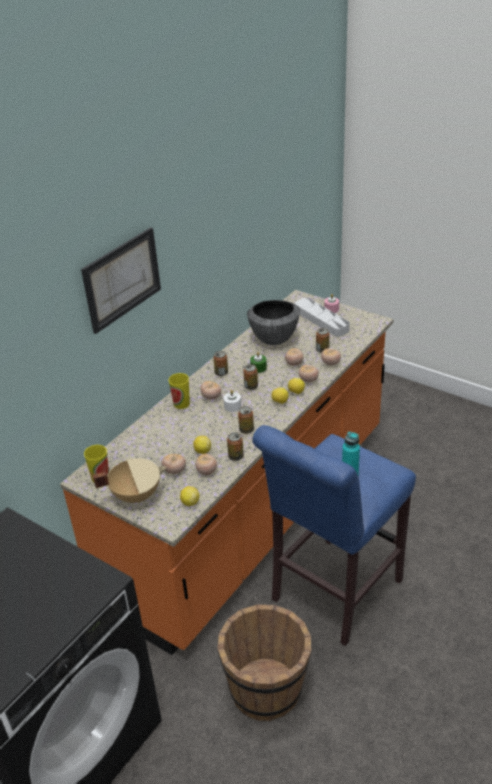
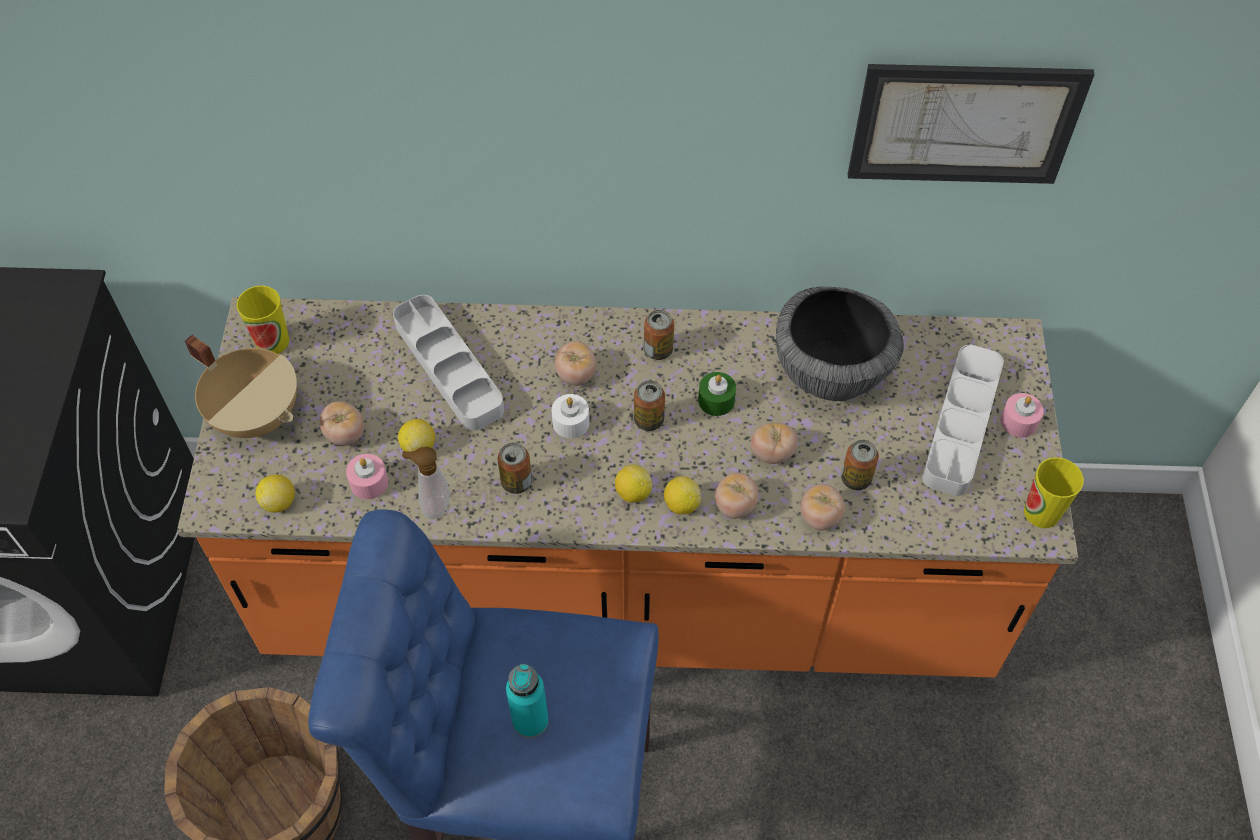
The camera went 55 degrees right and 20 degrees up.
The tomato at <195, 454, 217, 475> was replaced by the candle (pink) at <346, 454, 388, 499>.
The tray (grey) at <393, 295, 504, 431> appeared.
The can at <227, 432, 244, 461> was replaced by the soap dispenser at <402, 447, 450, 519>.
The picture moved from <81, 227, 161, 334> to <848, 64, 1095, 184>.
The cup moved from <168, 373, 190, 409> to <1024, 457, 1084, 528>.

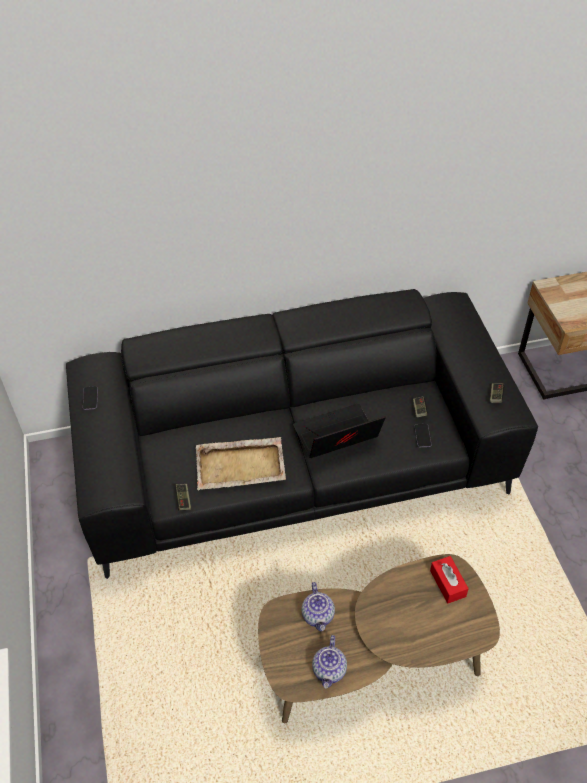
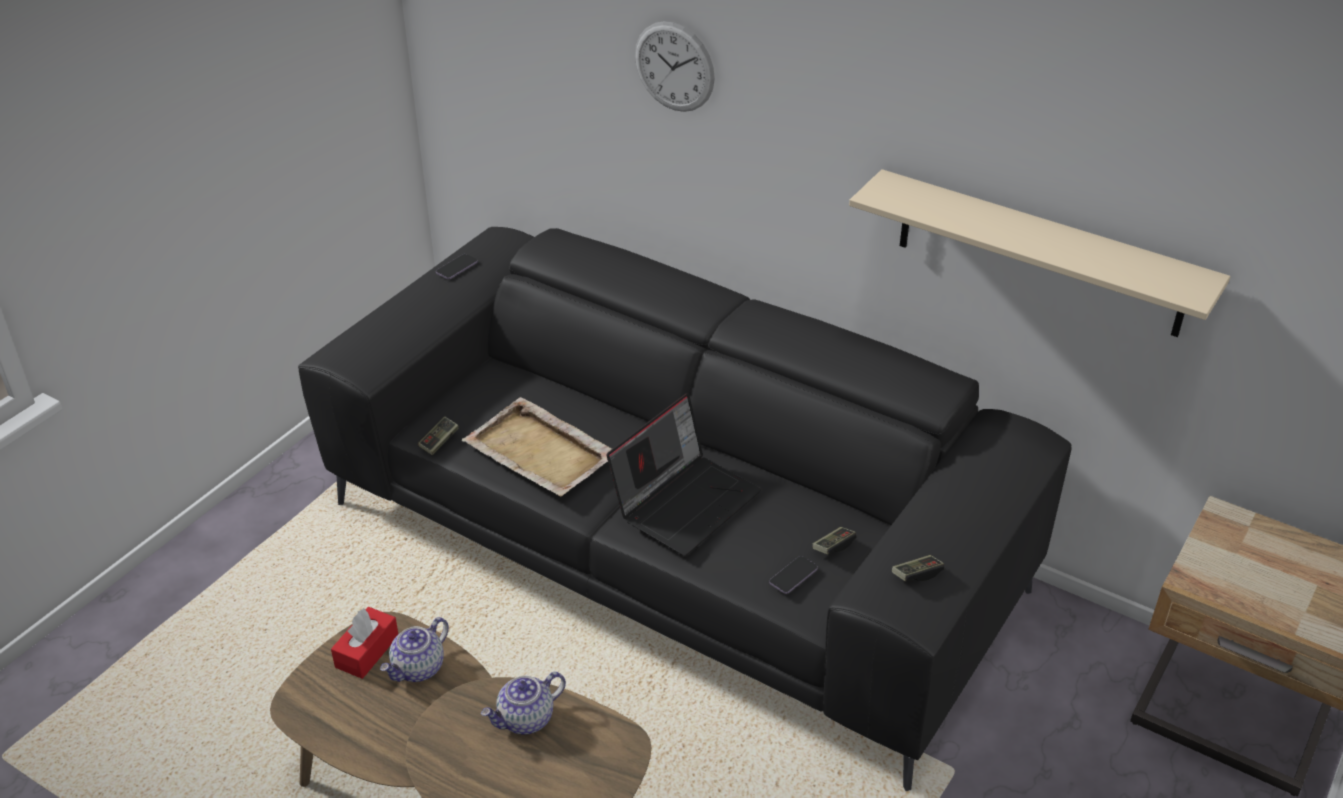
The camera went 45 degrees right and 10 degrees down.
The tissue box (red) moved from <430, 556, 469, 603> to <331, 607, 398, 679>.
The teapot moved from <312, 635, 347, 689> to <481, 672, 566, 734>.
The laptop at <293, 404, 385, 458> turned 105 degrees clockwise.
The wall clock at <635, 21, 715, 112> appeared.
The shelf (beige) at <849, 169, 1230, 337> appeared.

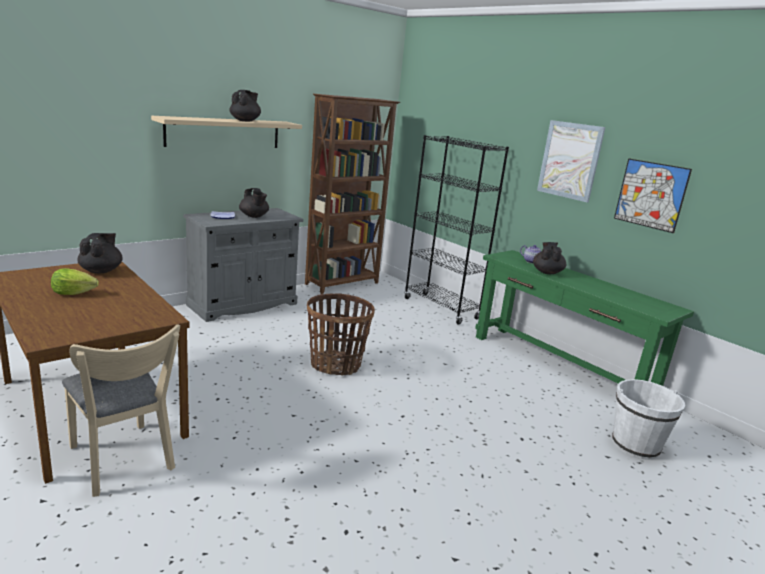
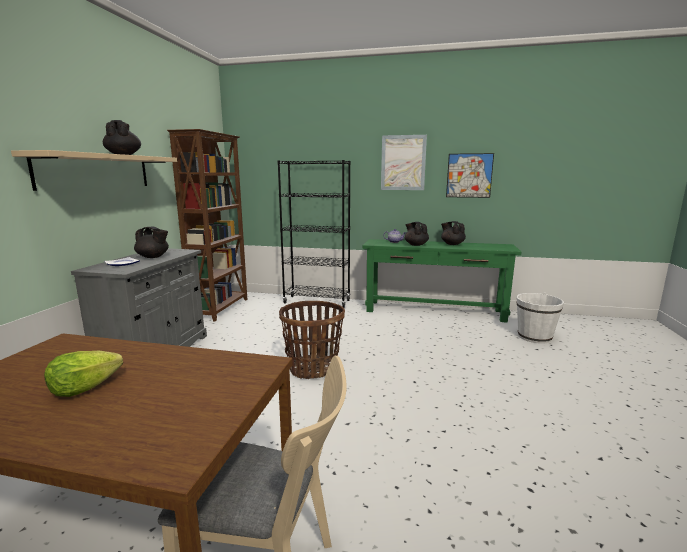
The camera went 35 degrees left and 5 degrees down.
The teapot (black) moved from <78, 233, 123, 273> to <441, 221, 466, 245>.

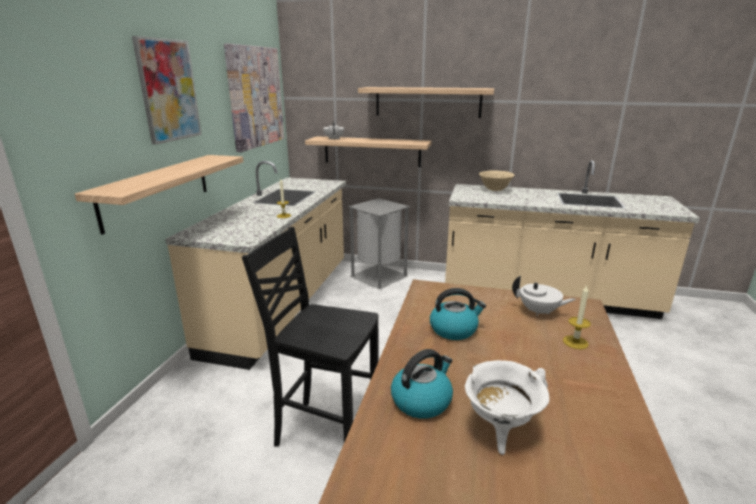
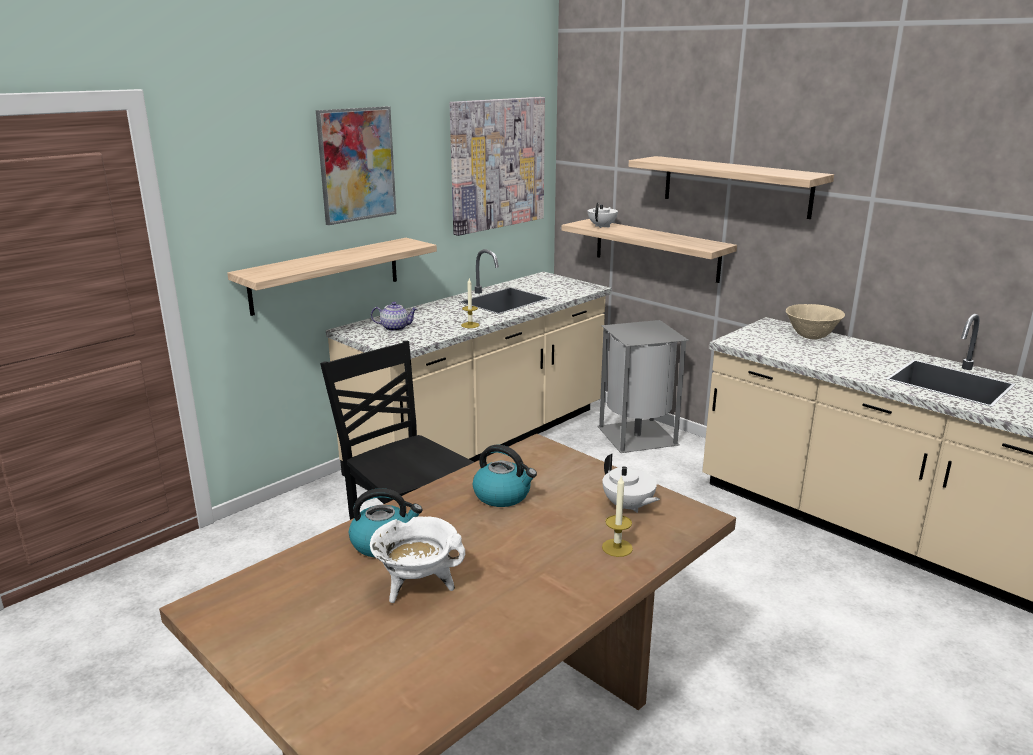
The camera went 30 degrees right and 0 degrees up.
The teapot at <371, 302, 418, 331> appeared.

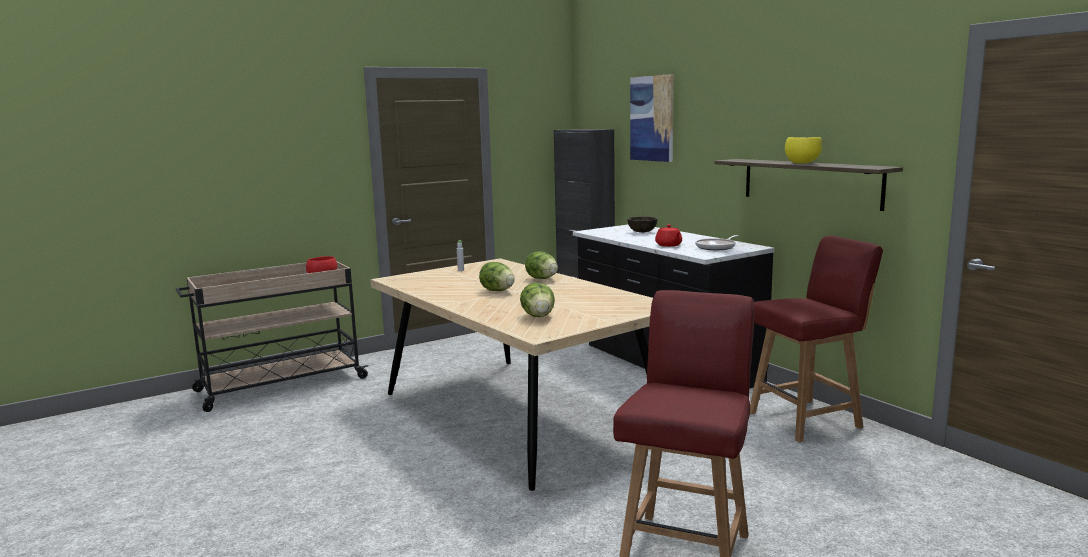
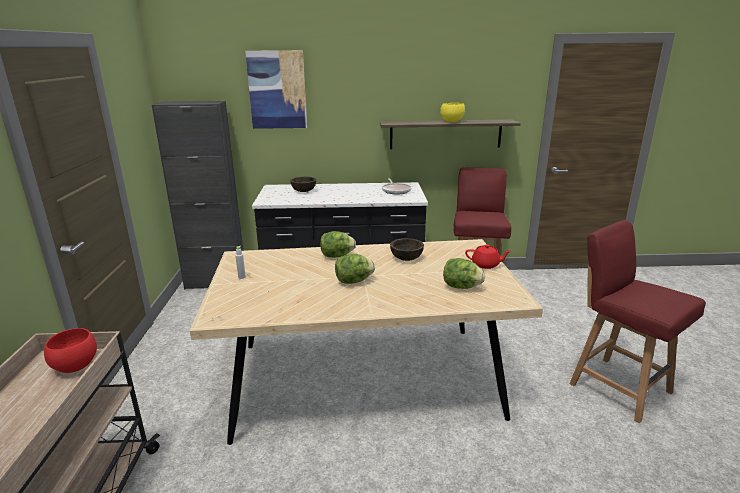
The camera went 60 degrees left and 10 degrees up.
The bowl (brown) at <390, 238, 424, 261> appeared.
The teapot (red) moved from <655, 224, 682, 247> to <465, 244, 511, 269>.

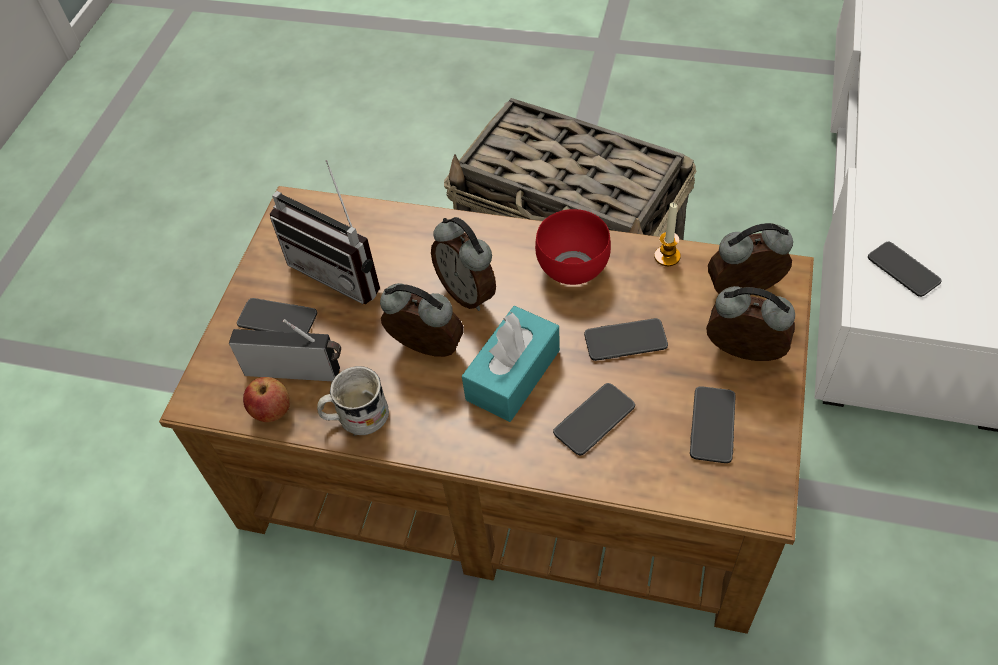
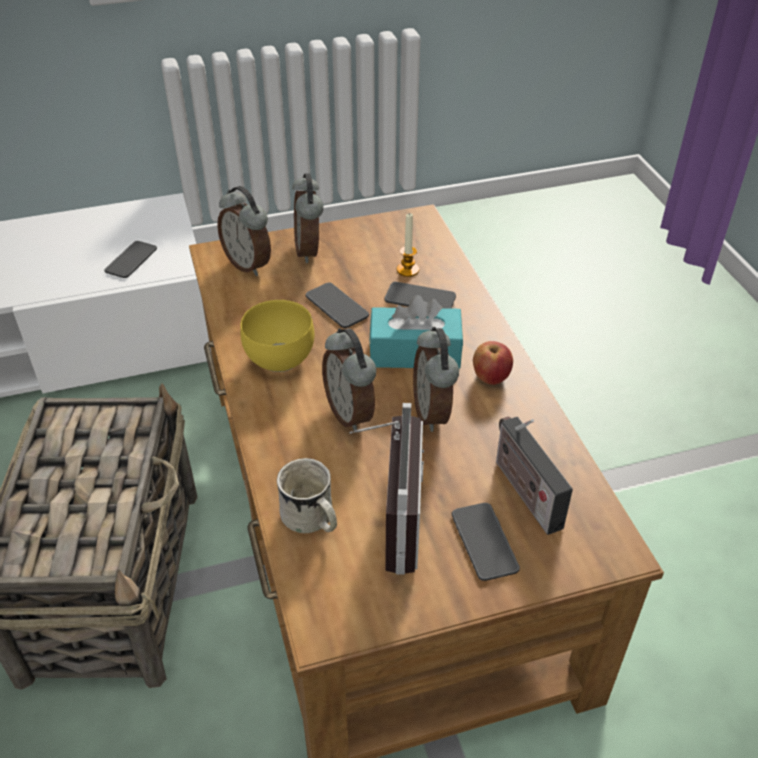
The camera went 125 degrees left and 10 degrees down.
The bowl (red) at <535, 209, 611, 285> became the bowl (yellow) at <240, 300, 314, 372>.
The mug (white) moved from <317, 366, 389, 436> to <277, 458, 337, 533>.
The alarm clock at <431, 217, 496, 311> turned 135 degrees clockwise.
The candle moved from <654, 202, 681, 266> to <397, 213, 419, 277>.
The apple moved from <243, 377, 290, 422> to <473, 341, 513, 385>.
The phone at <690, 386, 736, 463> disappeared.

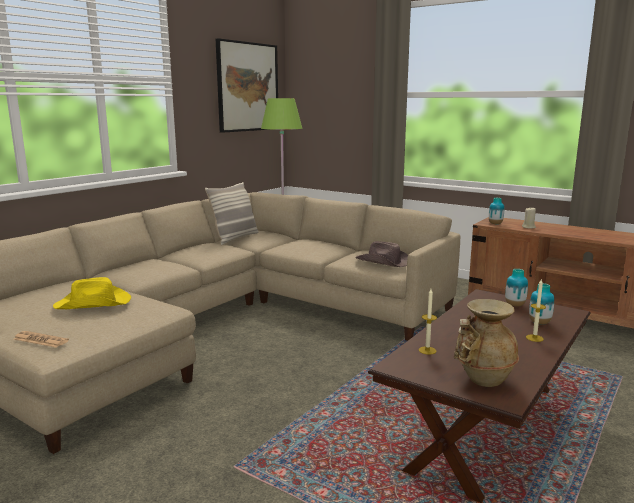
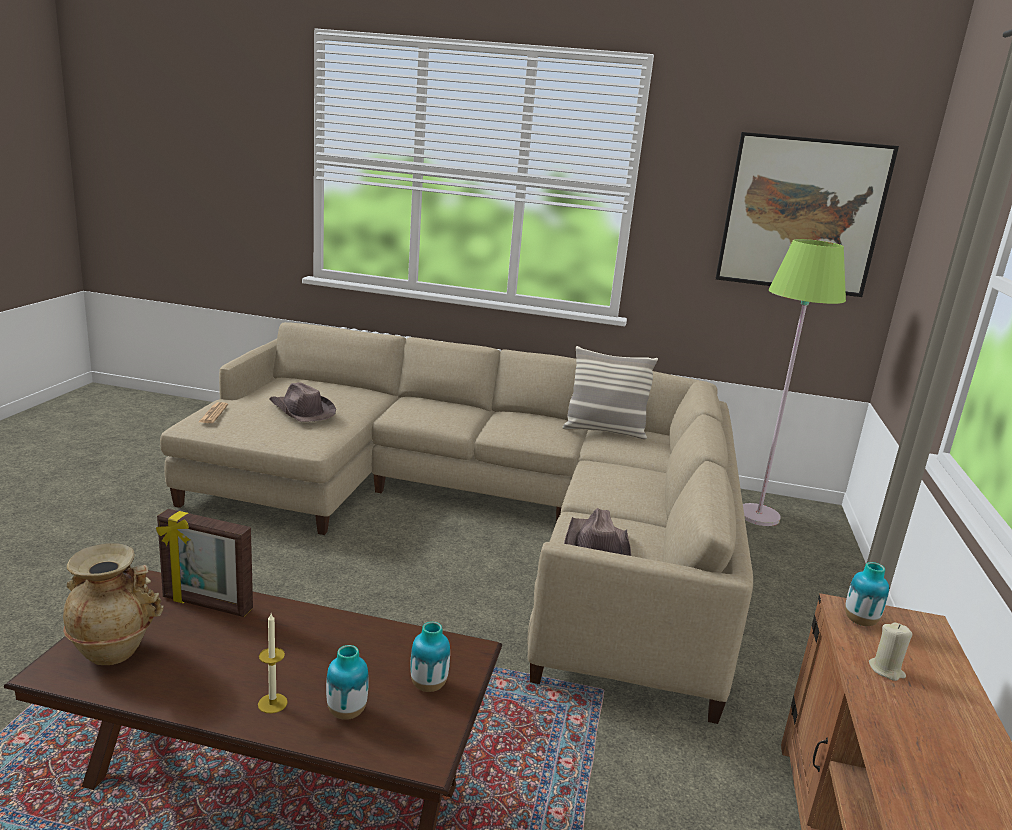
The camera went 65 degrees right and 5 degrees up.
The candle at <419, 289, 437, 355> was replaced by the picture frame at <156, 509, 253, 617>.
The hat (yellow) at <53, 277, 131, 309> became the hat (brown) at <269, 382, 336, 422>.

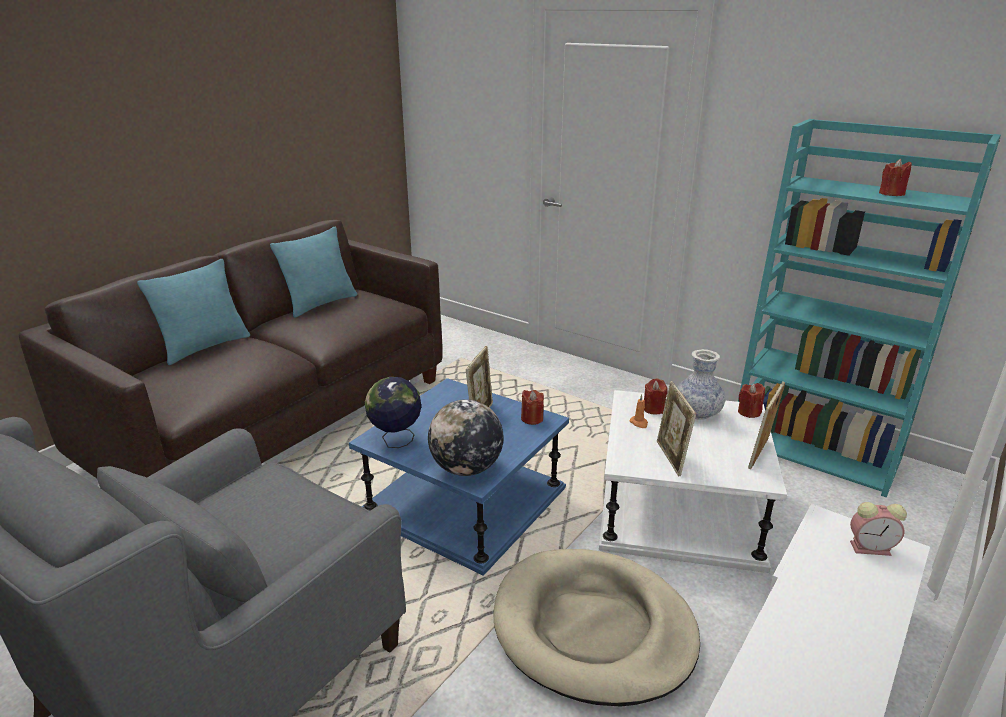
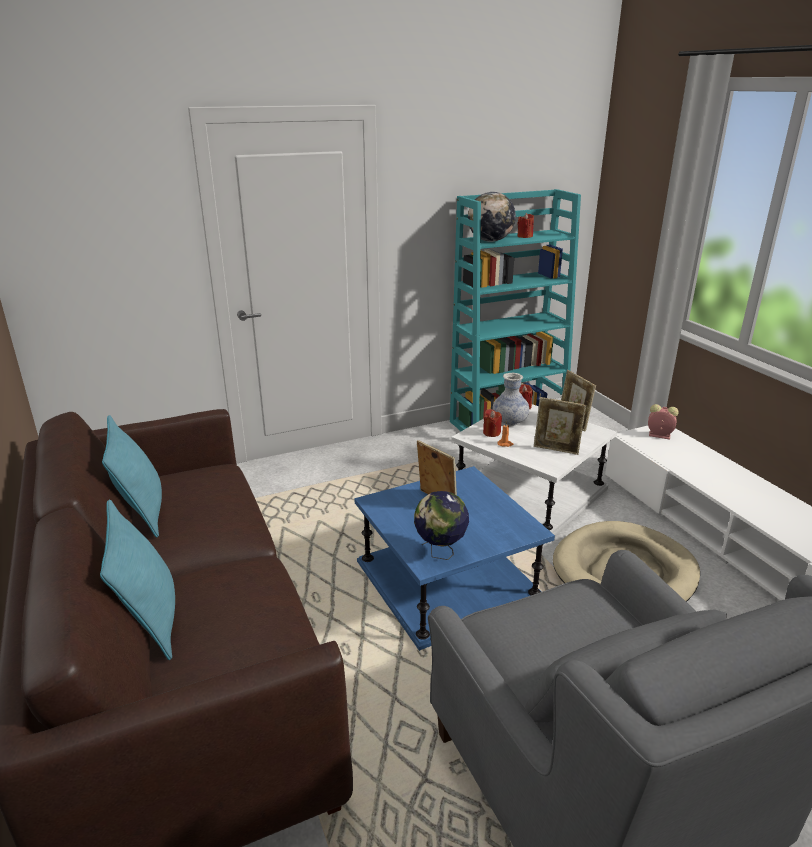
The camera went 60 degrees left and 0 degrees up.
The globe moved from <428, 400, 504, 476> to <468, 192, 516, 242>.
The alarm clock at <850, 502, 907, 556> turned 105 degrees counterclockwise.
The candle (red) at <521, 390, 544, 425> disappeared.

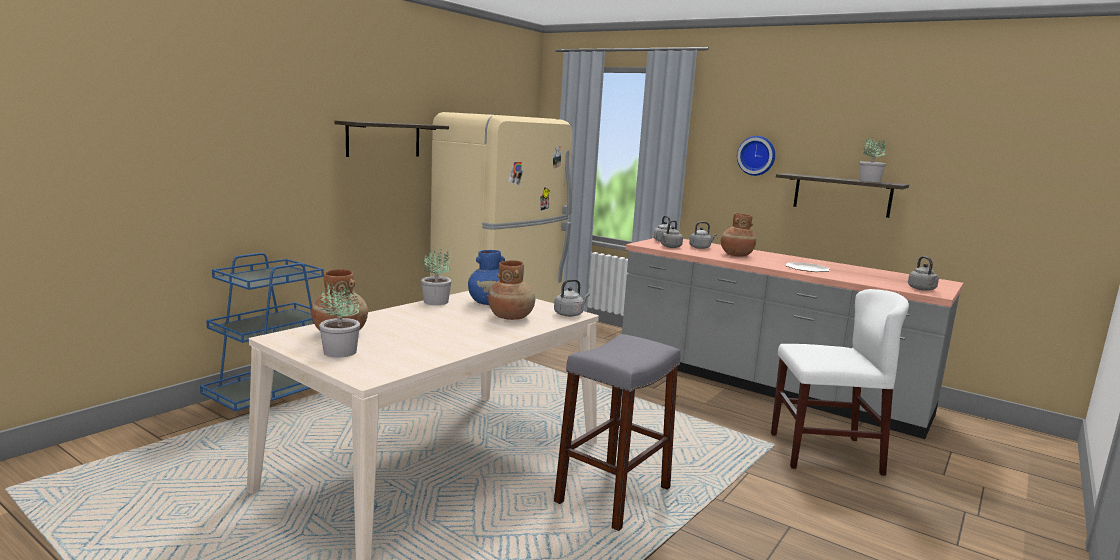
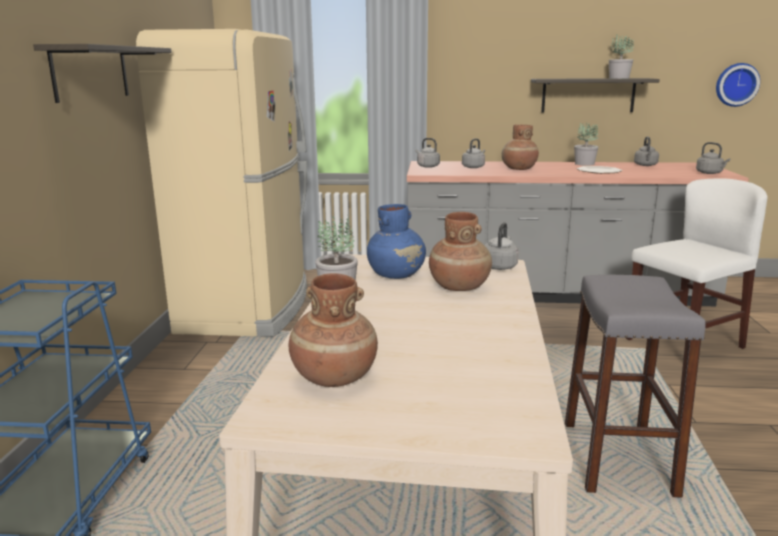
The camera went 30 degrees left and 5 degrees up.
The potted plant moved from <319, 283, 360, 358> to <574, 122, 598, 166>.
The kettle (grey) moved from <661, 220, 683, 248> to <634, 136, 659, 166>.
The wall clock moved from <737, 136, 775, 176> to <716, 63, 760, 107>.

